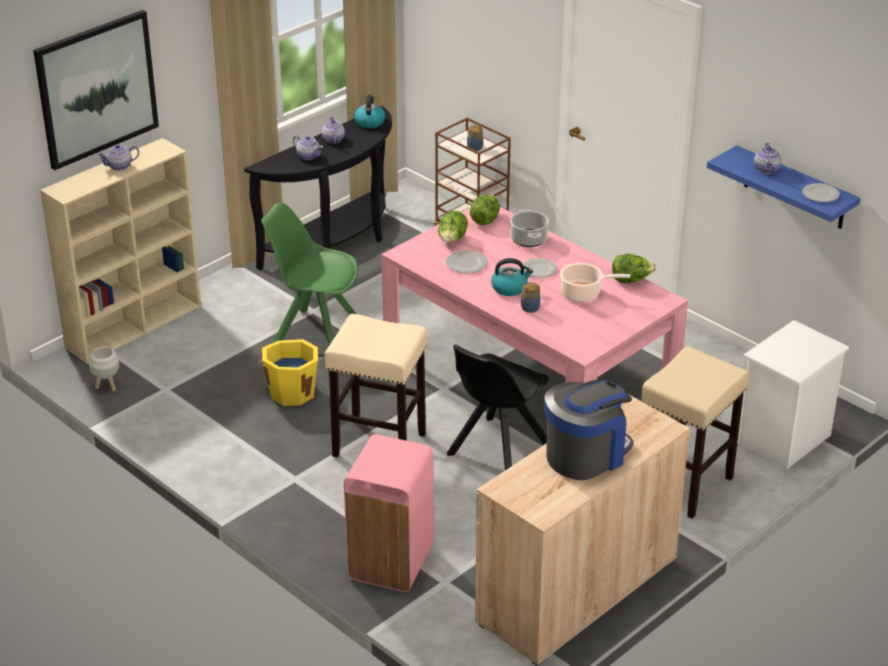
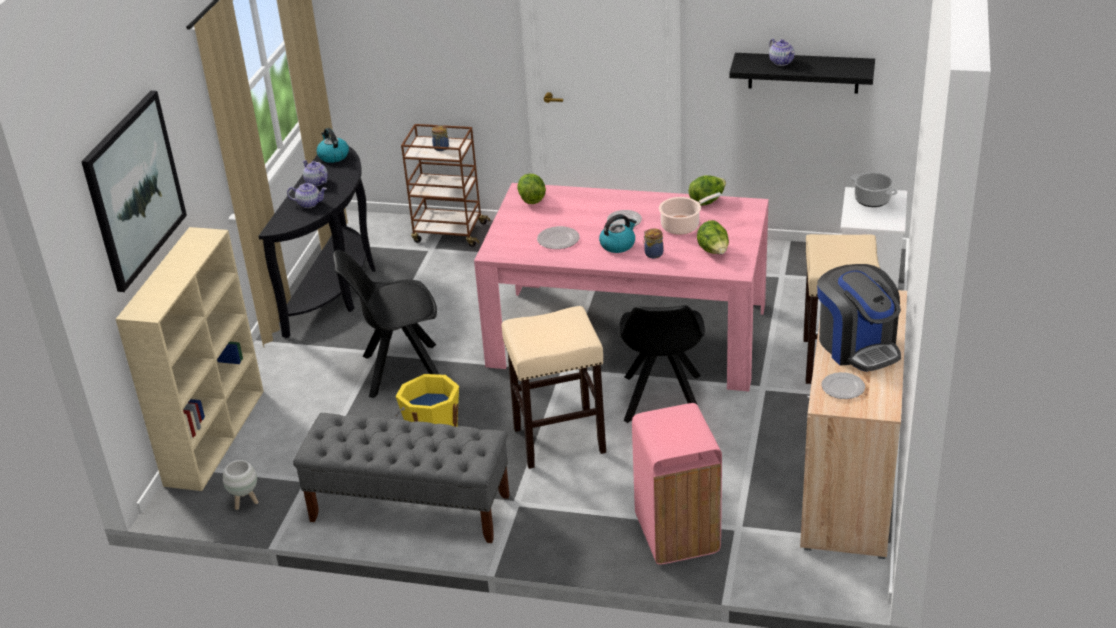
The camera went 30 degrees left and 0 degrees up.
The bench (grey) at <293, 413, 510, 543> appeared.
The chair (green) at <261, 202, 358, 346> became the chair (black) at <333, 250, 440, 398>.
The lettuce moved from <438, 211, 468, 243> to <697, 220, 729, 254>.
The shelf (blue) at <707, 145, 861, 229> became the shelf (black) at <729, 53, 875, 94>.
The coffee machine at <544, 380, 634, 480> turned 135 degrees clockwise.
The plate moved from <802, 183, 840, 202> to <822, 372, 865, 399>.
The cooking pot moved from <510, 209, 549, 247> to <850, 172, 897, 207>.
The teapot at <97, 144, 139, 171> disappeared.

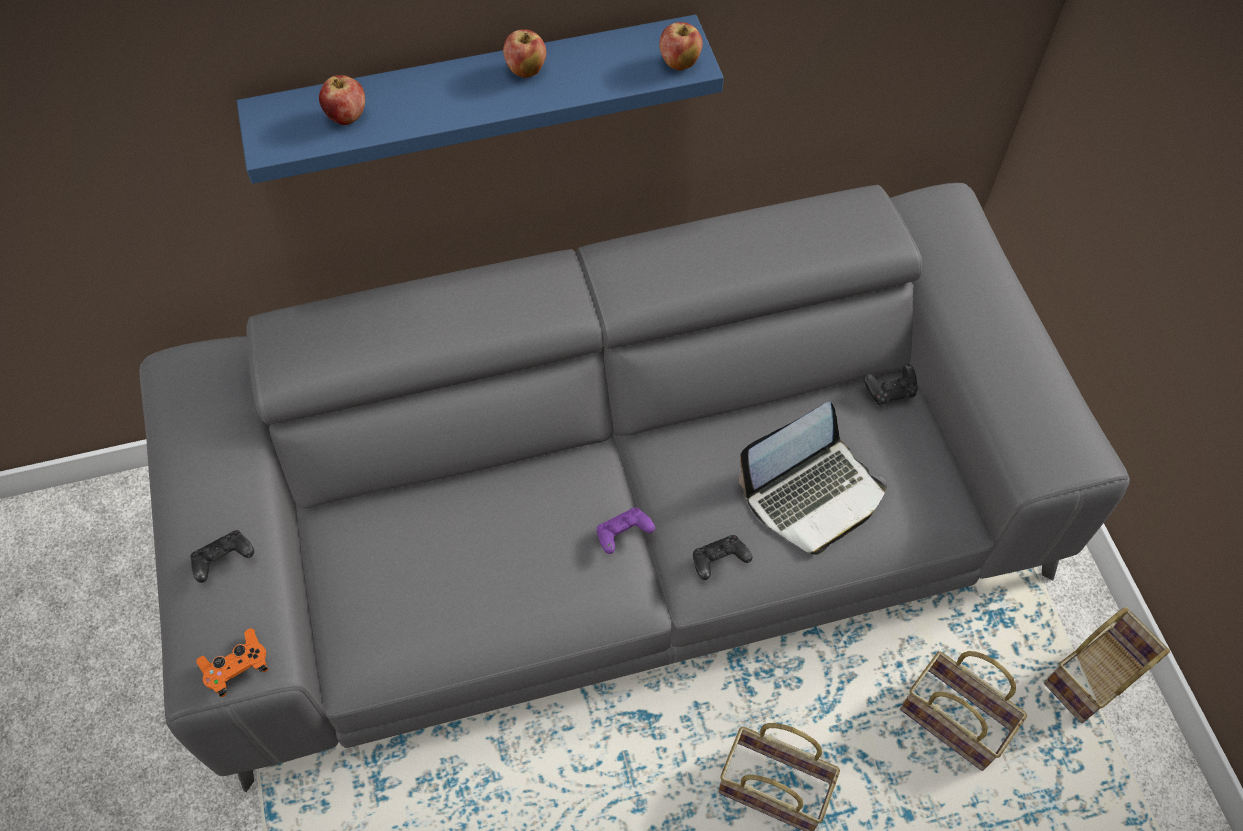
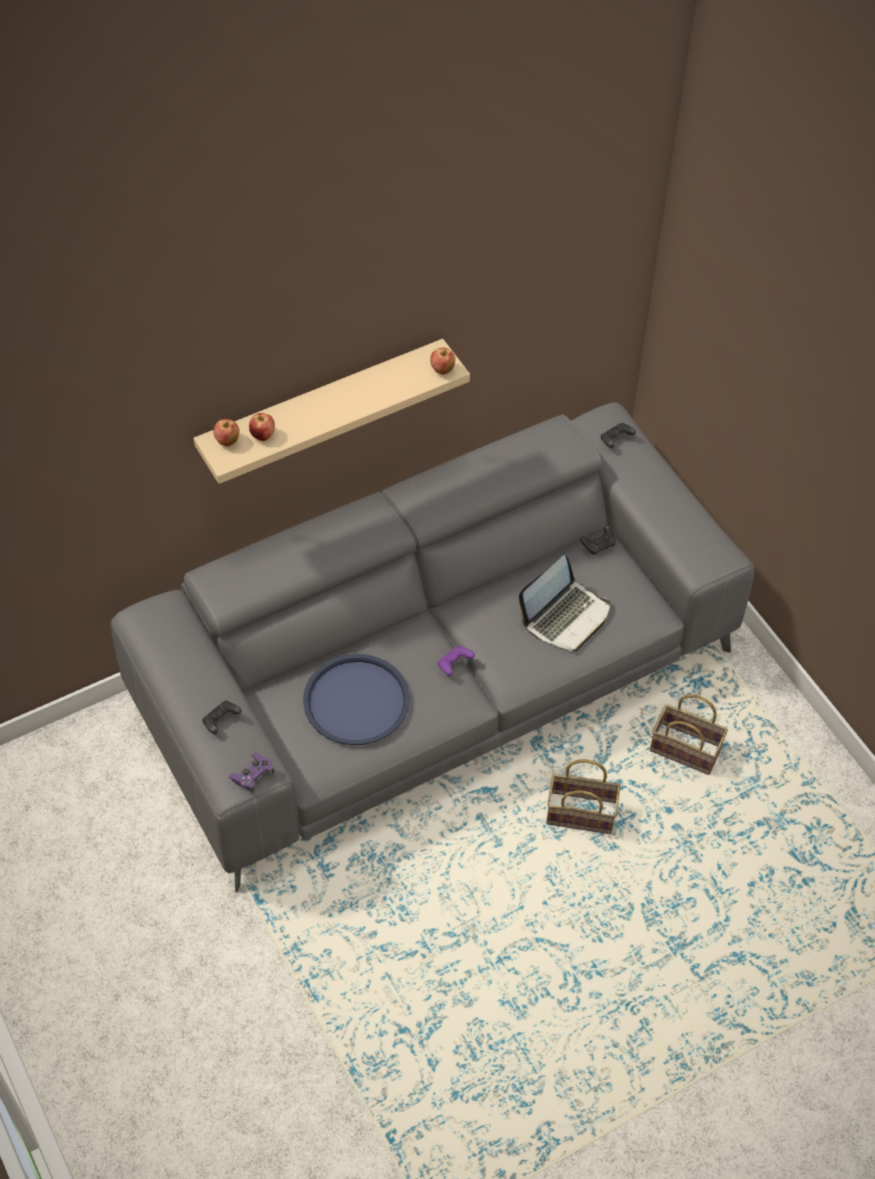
The camera went 15 degrees left and 5 degrees down.
The shelf (blue) at <237, 15, 724, 184> became the shelf (beige) at <194, 339, 470, 484>.
The apple moved from <503, 29, 547, 78> to <213, 419, 239, 446>.
The game controller (orange) at <196, 628, 269, 697> became the game controller (purple) at <229, 752, 275, 792>.
The tray (blue) at <303, 654, 410, 745> appeared.
The game controller (black) moved from <693, 535, 752, 580> to <601, 423, 636, 448>.
The basket at <1044, 607, 1170, 723> disappeared.

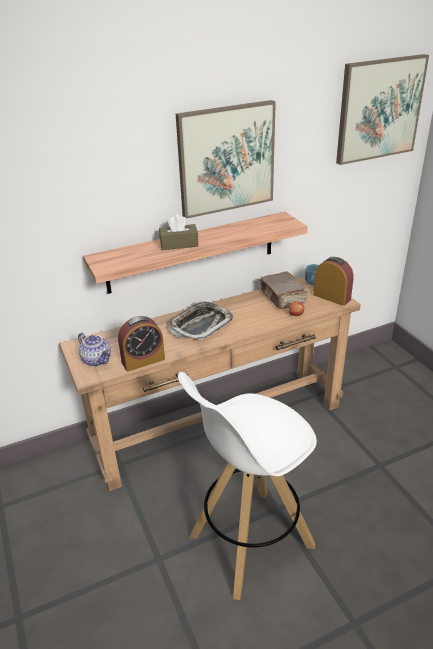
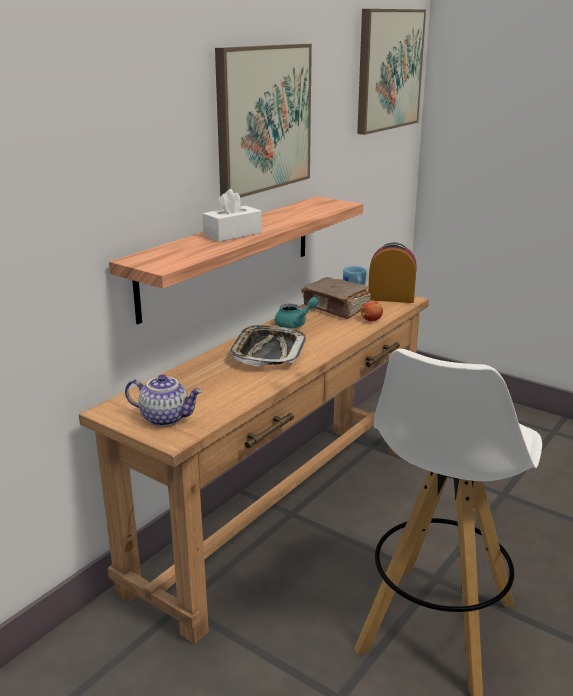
The camera went 30 degrees left and 10 degrees down.
The tissue box (brown) at <159, 214, 198, 250> became the tissue box (white) at <202, 189, 262, 242>.
The teapot (turquoise) at <274, 297, 319, 328> appeared.
The alarm clock at <118, 316, 165, 372> disappeared.

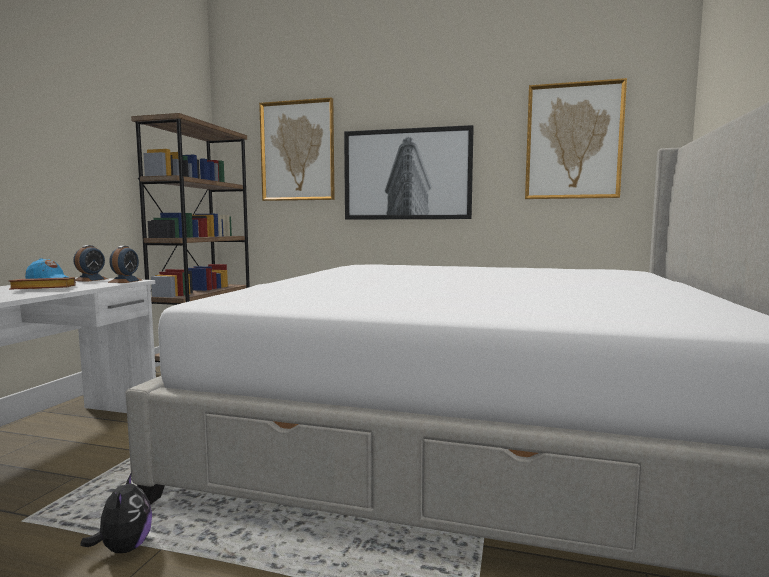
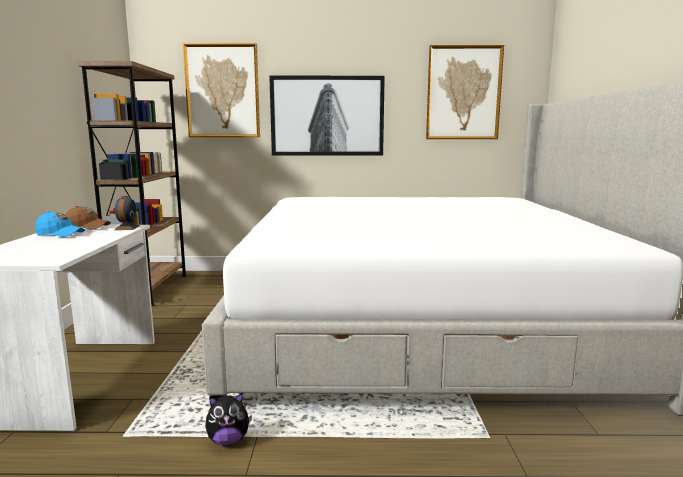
The camera went 15 degrees left and 5 degrees up.
The alarm clock at <73, 245, 108, 282> was replaced by the cap (brown) at <66, 206, 111, 230>.
The plush toy at <80, 472, 152, 553> turned 105 degrees clockwise.
The book (brown) at <9, 277, 76, 290> disappeared.

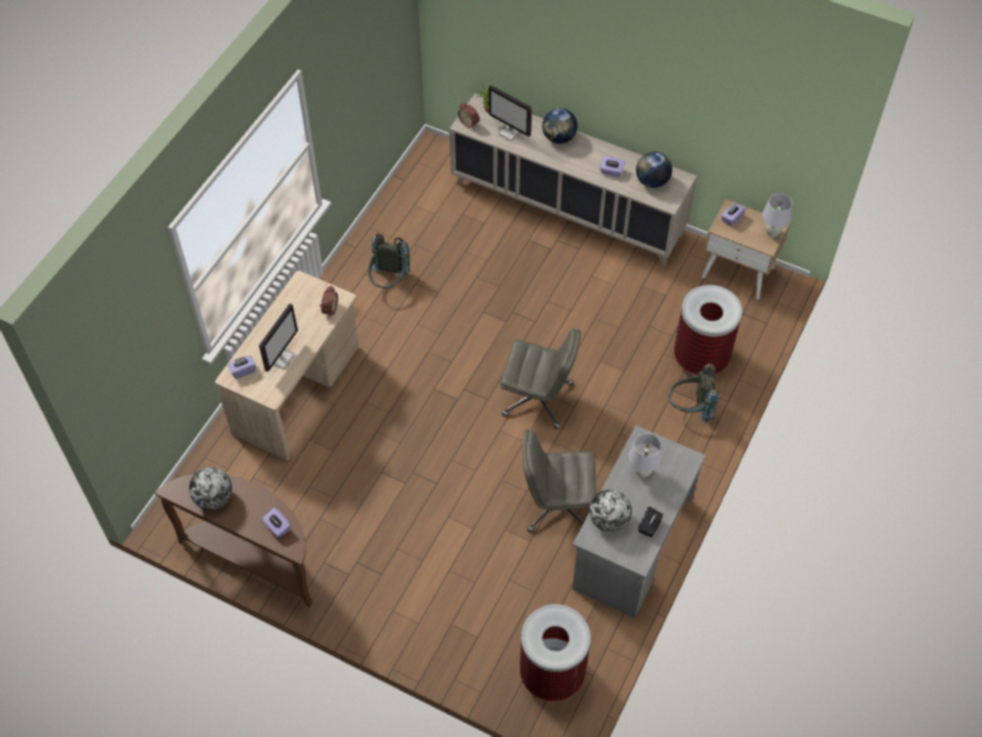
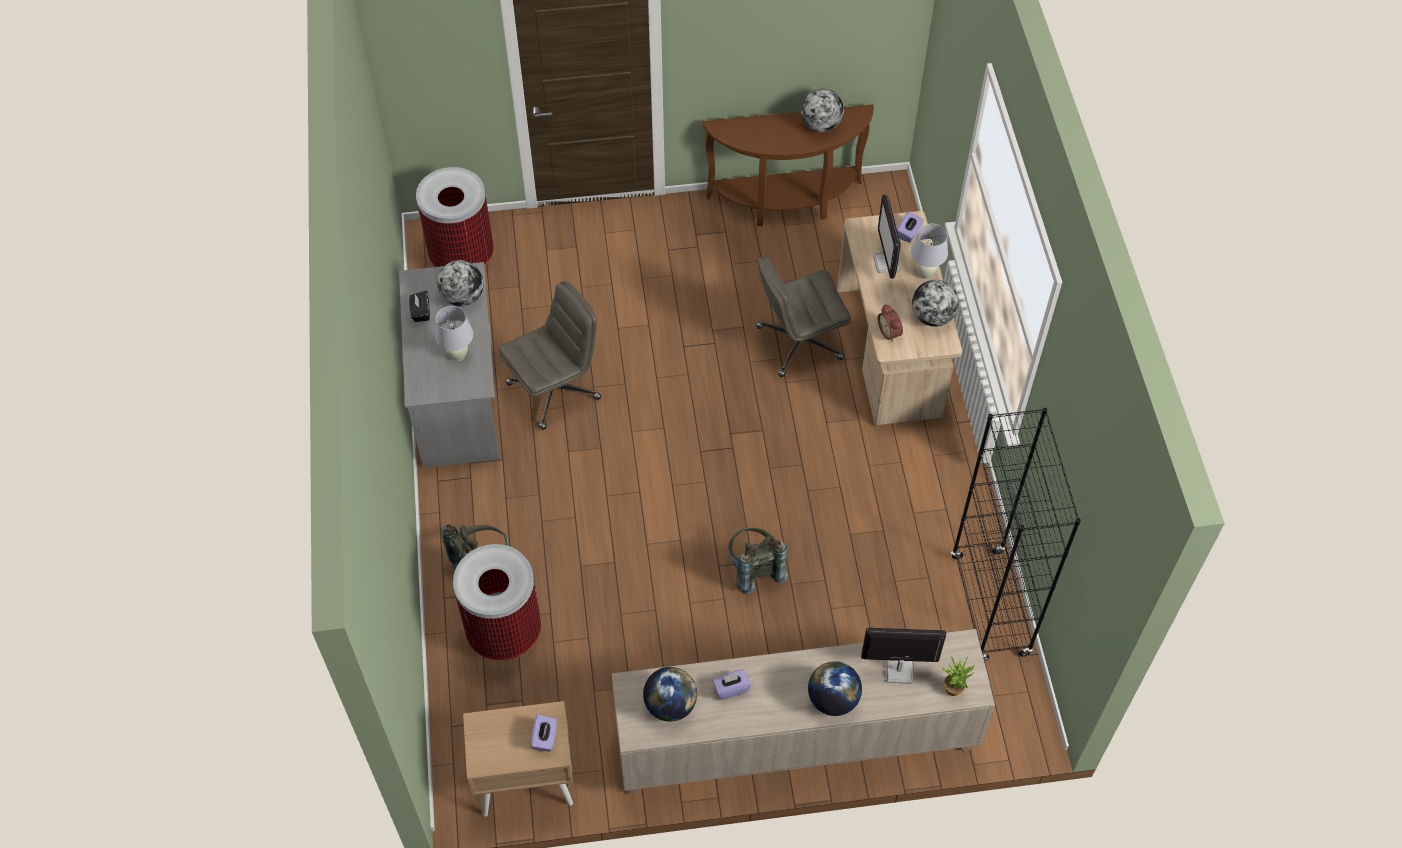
The camera went 145 degrees right and 0 degrees up.
The backpack (grey) moved from <368, 233, 410, 288> to <728, 528, 788, 594>.
The office chair (grey) moved from <500, 328, 581, 429> to <756, 256, 851, 377>.
The table lamp (white) moved from <762, 193, 793, 238> to <911, 223, 948, 279>.
The globe at <912, 280, 959, 327> appeared.
The bookcase (black) at <951, 408, 1081, 661> appeared.
The tissue box (purple) at <262, 507, 291, 538> disappeared.
The alarm clock at <458, 102, 480, 129> disappeared.

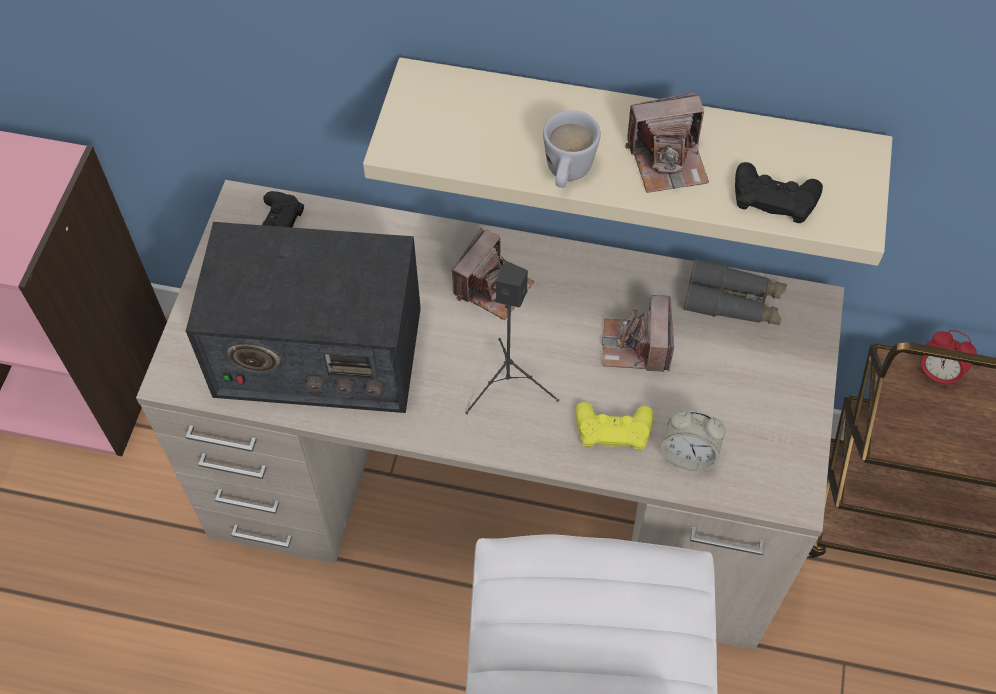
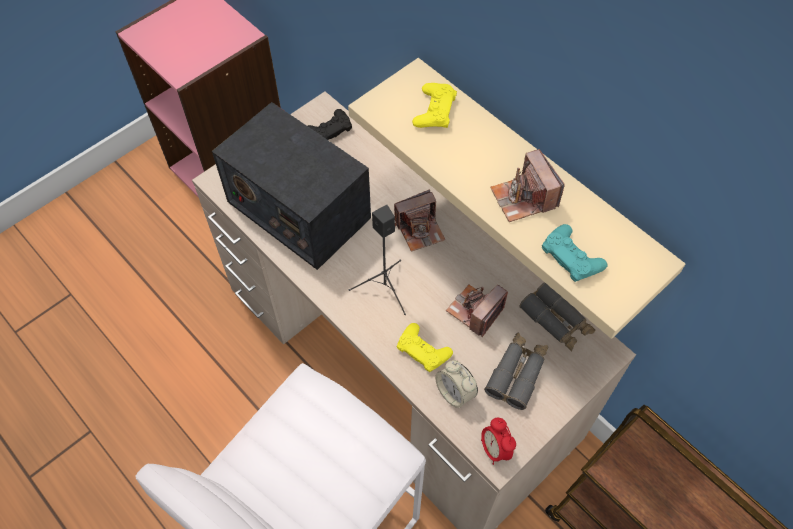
The camera went 35 degrees right and 0 degrees up.
The game controller (yellow) at <412, 83, 457, 128> appeared.
The alarm clock moved from <917, 330, 977, 390> to <481, 418, 516, 465>.
The binoculars (grey) at <484, 332, 548, 410> appeared.
The photo camera at <625, 91, 709, 193> turned 45 degrees clockwise.
The game controller (black) at <735, 162, 823, 223> became the game controller (turquoise) at <542, 224, 607, 282>.
The mug (white) at <543, 110, 601, 188> disappeared.

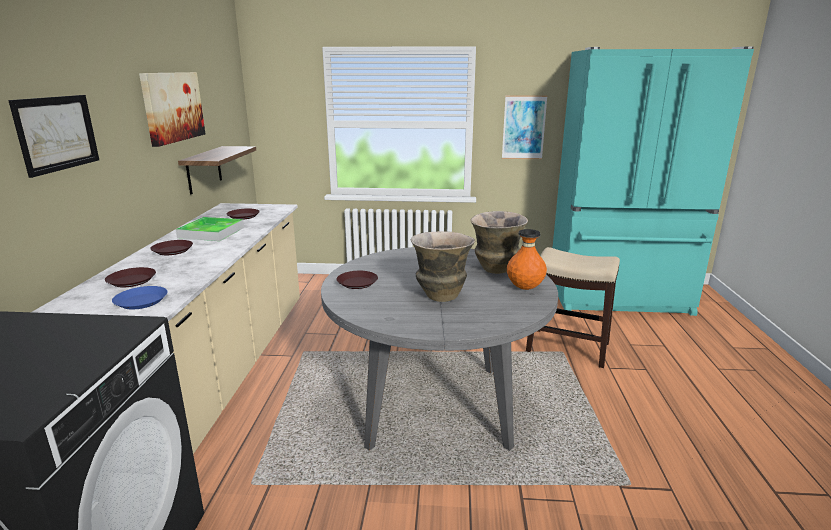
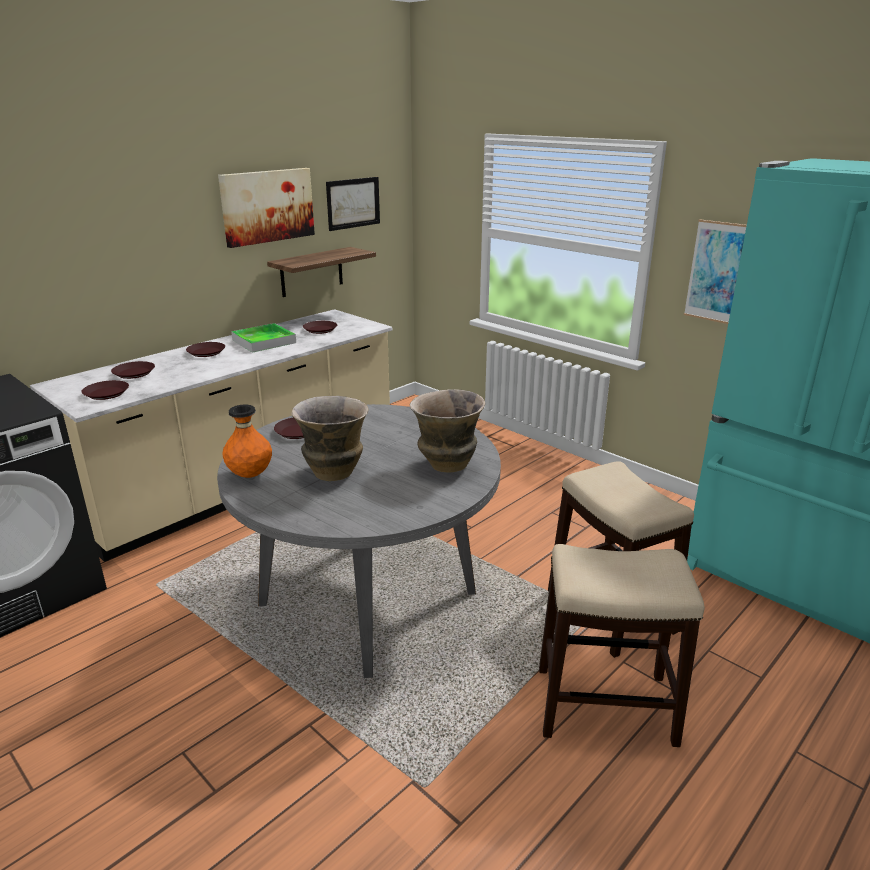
The camera went 40 degrees right and 5 degrees up.
The plate (blue) at <112, 286, 168, 310> became the plate (brown) at <81, 380, 129, 400>.
The vase (orange) moved from <507, 229, 547, 290> to <222, 405, 272, 478>.
The picture moved from <8, 95, 99, 178> to <326, 177, 380, 231>.
The stool at <539, 544, 705, 747> appeared.

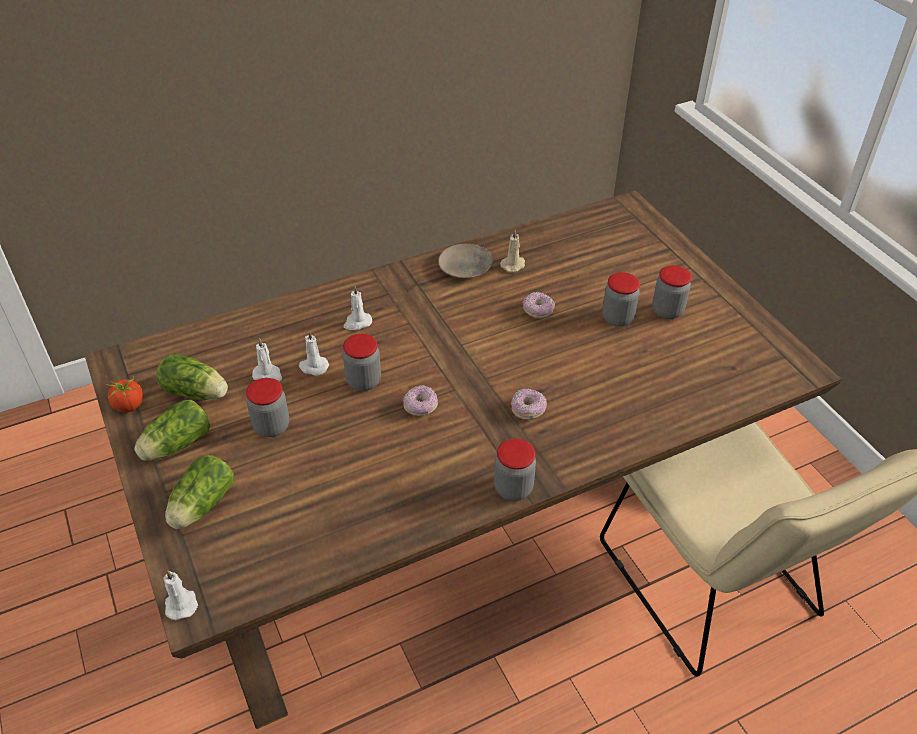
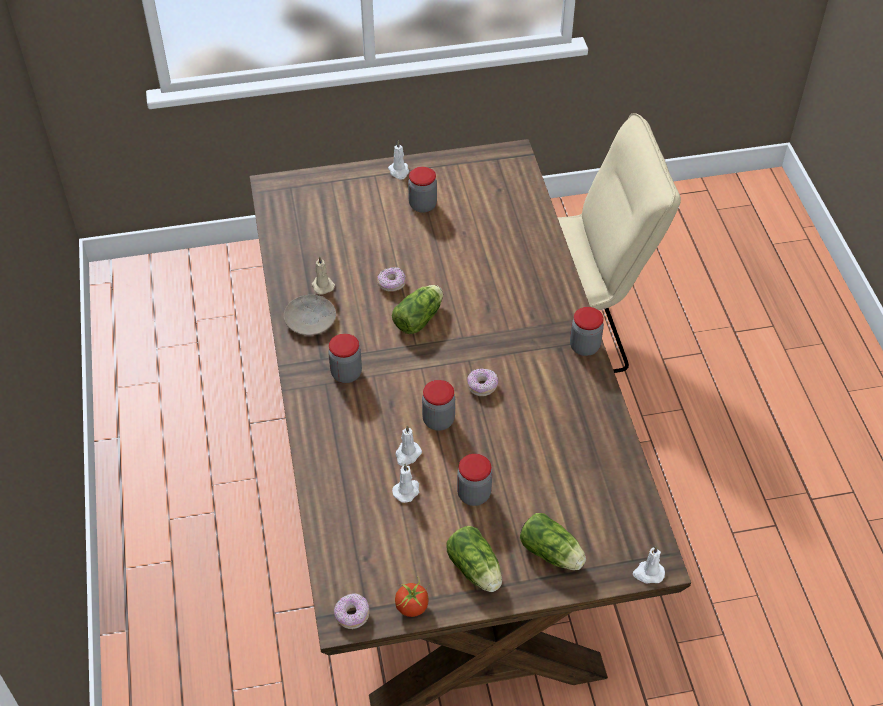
The camera went 75 degrees left and 5 degrees up.
The jar moved from <602, 272, 640, 327> to <328, 334, 362, 383>.
The donut moved from <511, 389, 547, 420> to <334, 593, 369, 629>.
The candle (white) moved from <343, 286, 372, 330> to <388, 141, 409, 180>.
The lettuce moved from <156, 353, 228, 400> to <392, 285, 443, 334>.

